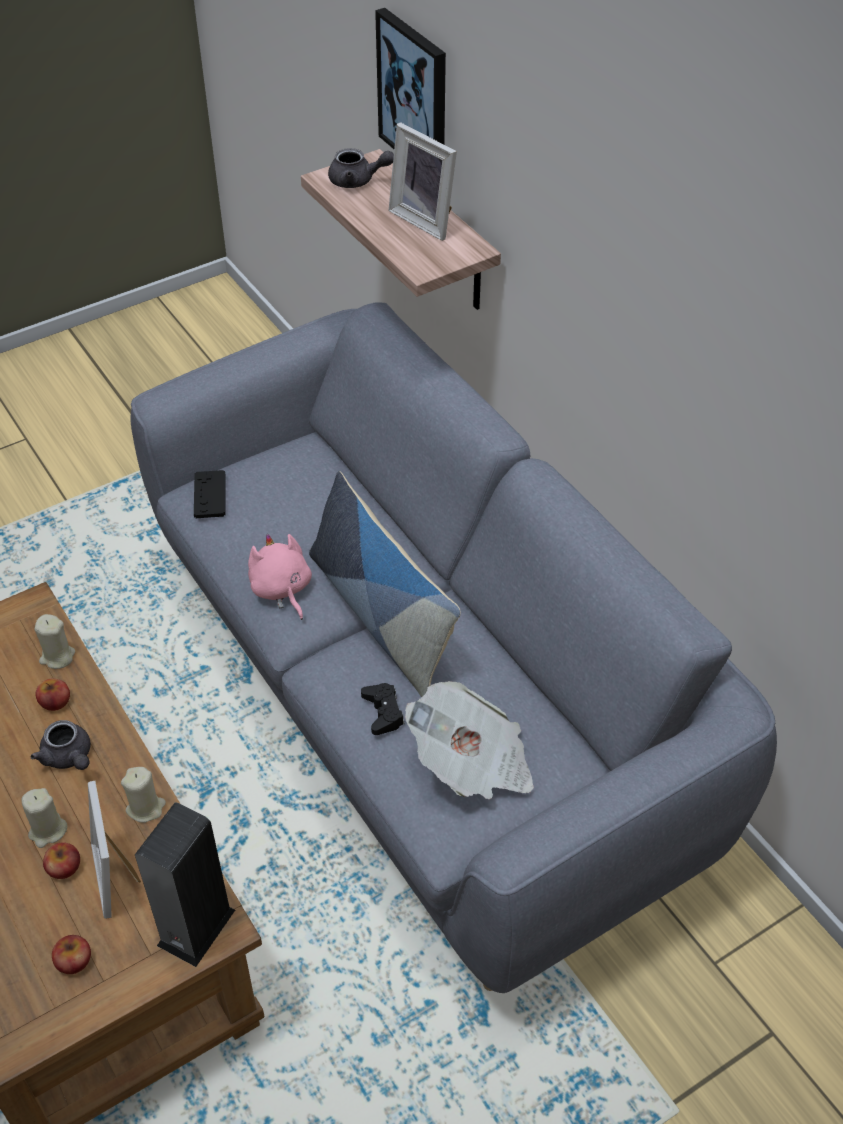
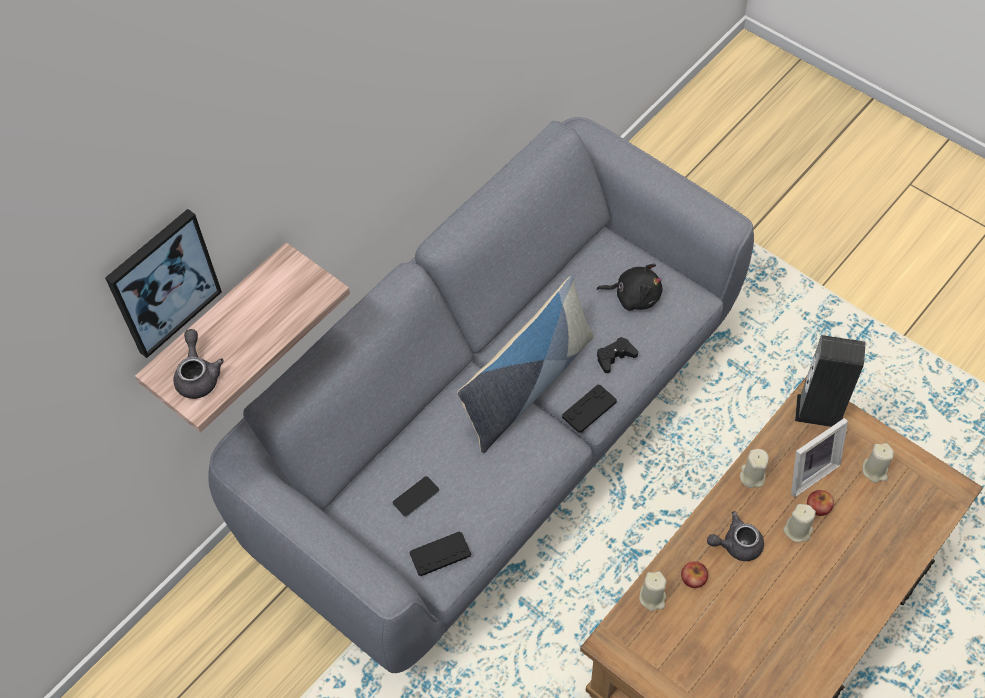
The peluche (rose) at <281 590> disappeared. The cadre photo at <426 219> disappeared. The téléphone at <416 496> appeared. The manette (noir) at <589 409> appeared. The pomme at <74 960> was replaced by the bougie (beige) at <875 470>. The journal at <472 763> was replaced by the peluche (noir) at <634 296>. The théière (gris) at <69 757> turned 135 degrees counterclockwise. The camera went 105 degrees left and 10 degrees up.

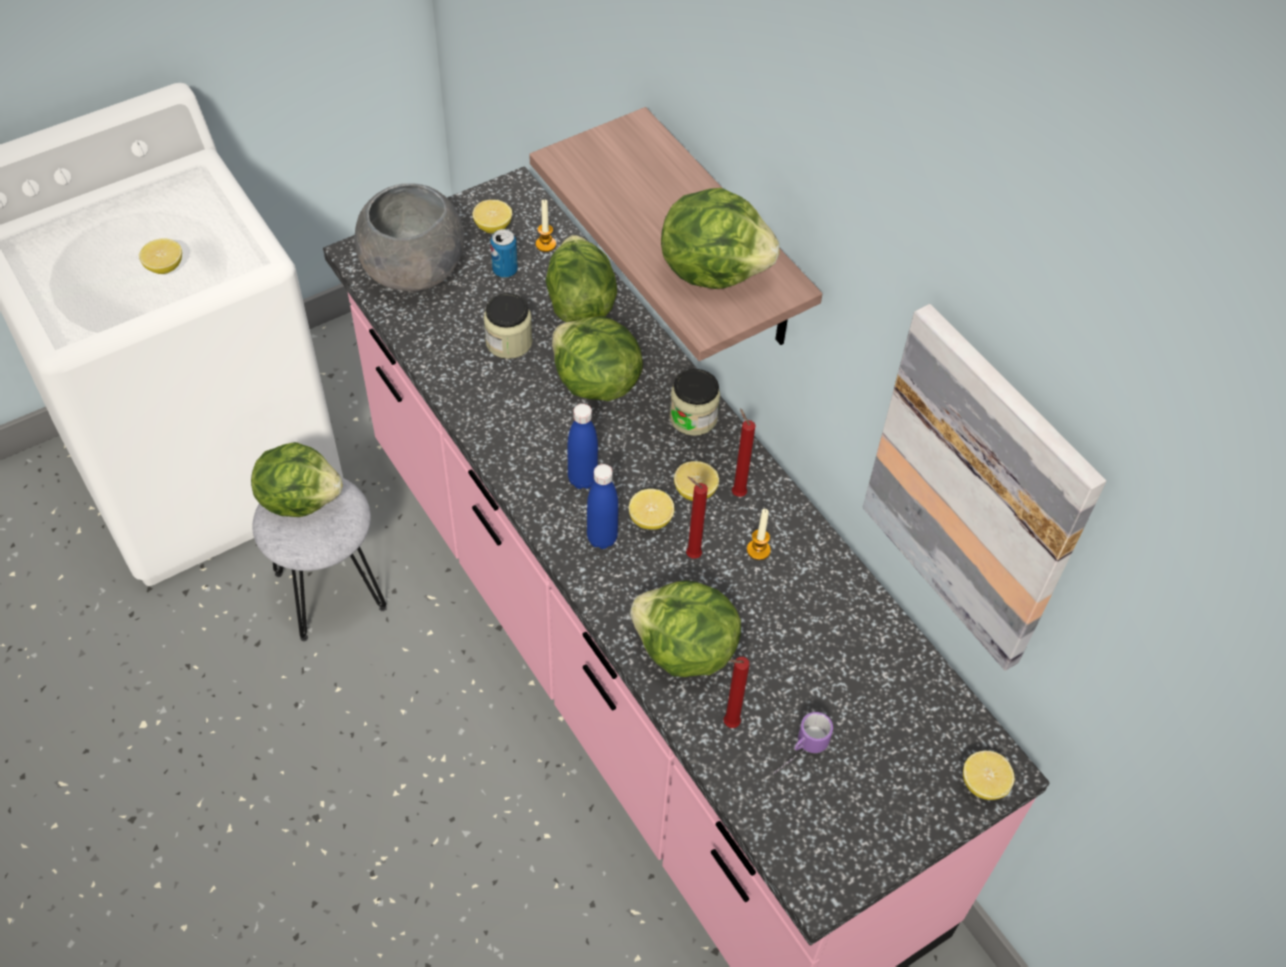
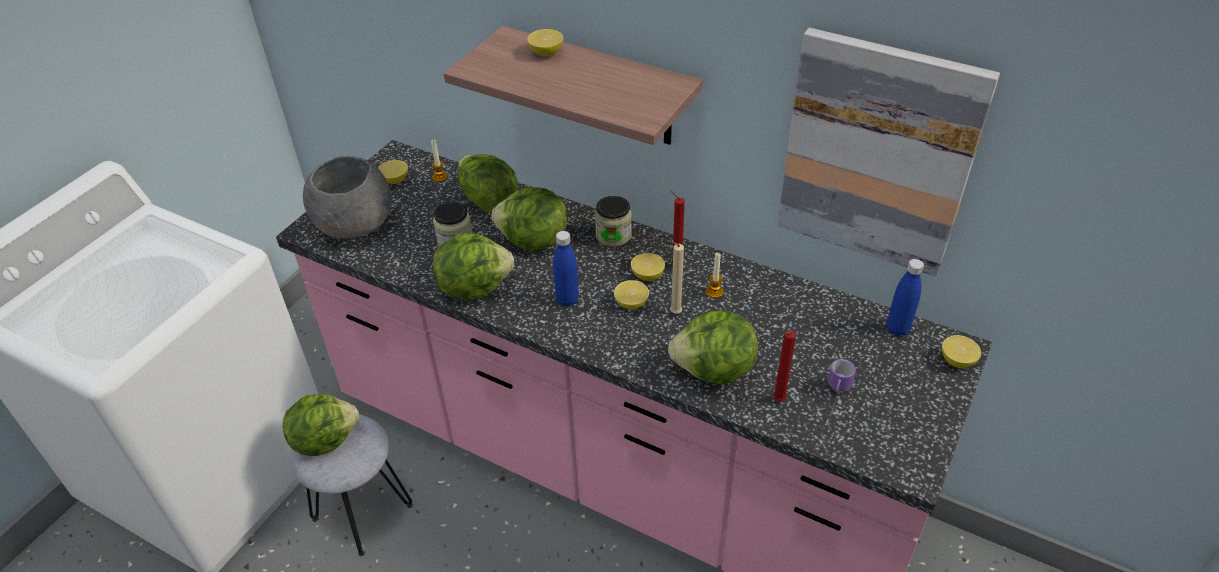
The boîte métallique at <505 270> disappeared. The citron moved from <165 267> to <546 53>. The bouteille (bleu) moved from <602 538> to <897 329>. The laitue moved from <713 269> to <474 287>. The bougie (rouge) at <691 554> became the bougie (beige) at <673 313>. The camera went 25 degrees left and 10 degrees down.

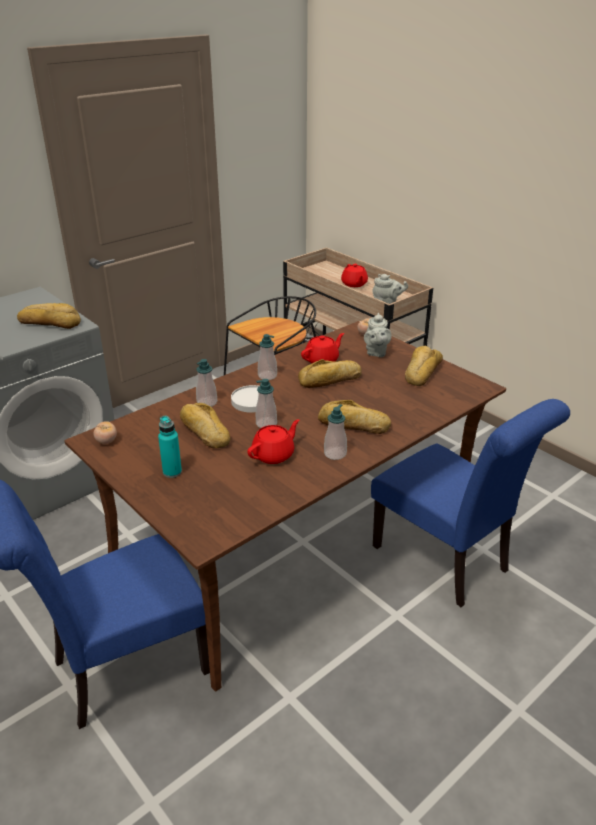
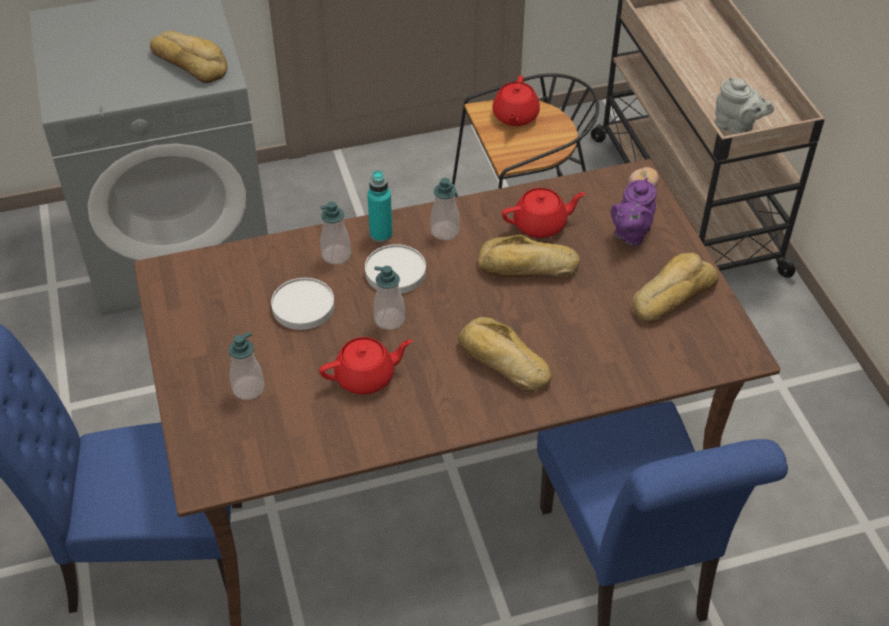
The tomate at <106 441> disappeared. The bouteille (turquoise) moved from <172 472> to <381 234>. The distributeur de savon moved from <335 454> to <248 388>. The théière (rouge) moved from <354 284> to <515 116>. The pain at <204 431> was replaced by the assiette (blanc) at <303 306>. The théière (gris) at <376 352> became the théière (violet) at <630 234>. The camera went 25 degrees right and 15 degrees up.

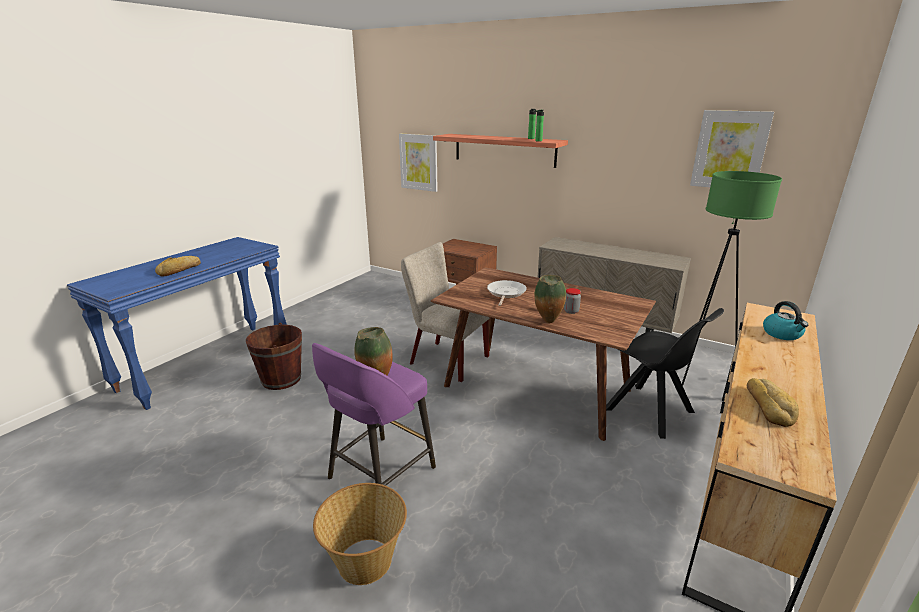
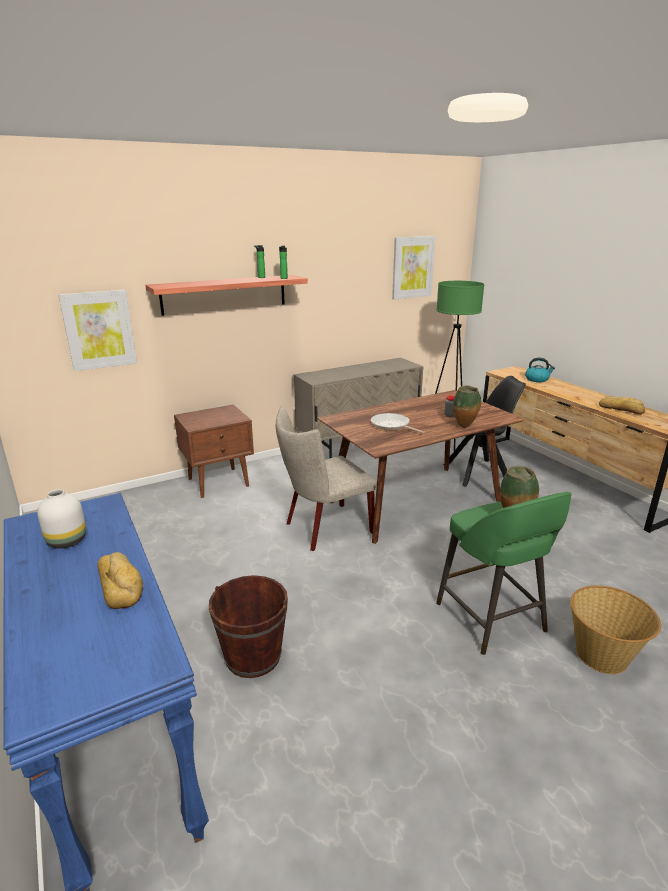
The vase (blanc) at <67 541> appeared. The tabouret (violet) at <379 474> became the tabouret (vert) at <492 619>. The camera went 60 degrees left and 0 degrees up.

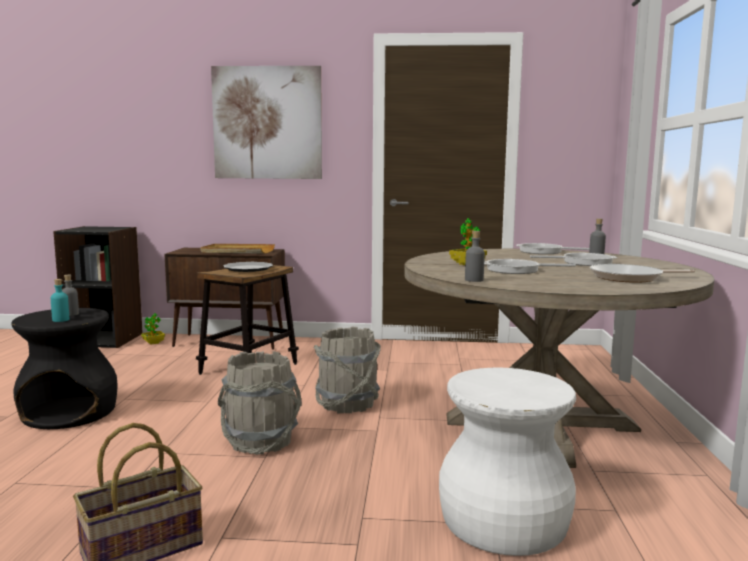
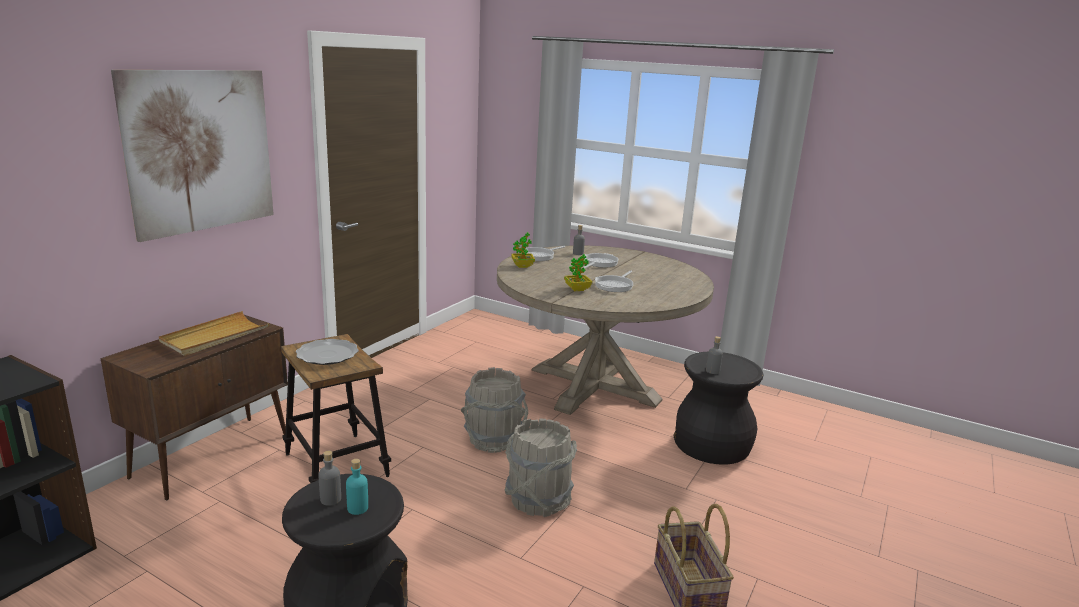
The poêle at <630 278> disappeared. The plante en pot moved from <153 343> to <522 266>. The bouteille (gris) moved from <474 280> to <712 371>. The tabouret (blanc) at <503 522> became the tabouret (noir) at <712 445>. The camera went 65 degrees left and 10 degrees up.

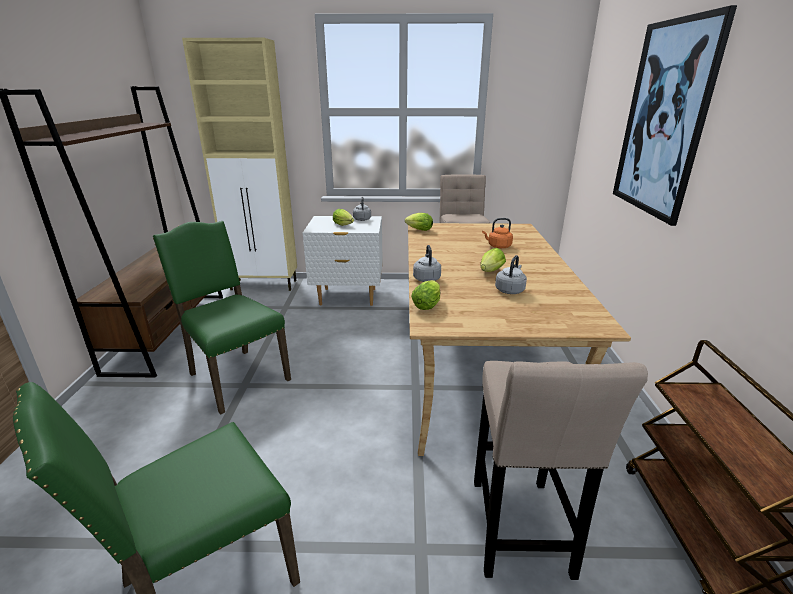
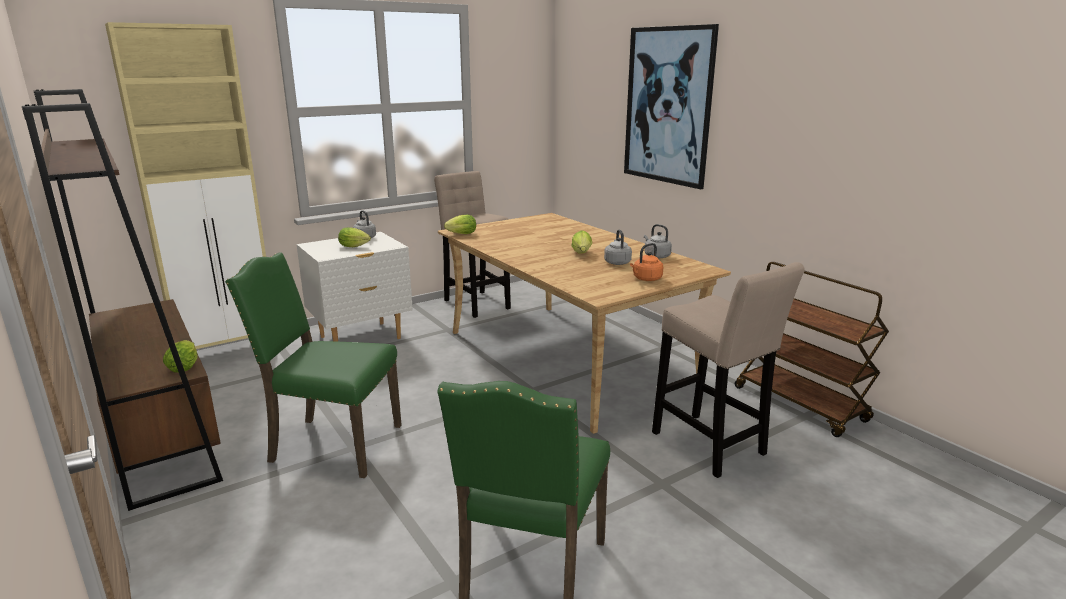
The laitue moved from <428 304> to <185 366>. The bouilloire (gris) moved from <426 278> to <656 256>. The bouilloire (orange) moved from <498 246> to <646 279>. The camera went 35 degrees left and 5 degrees down.

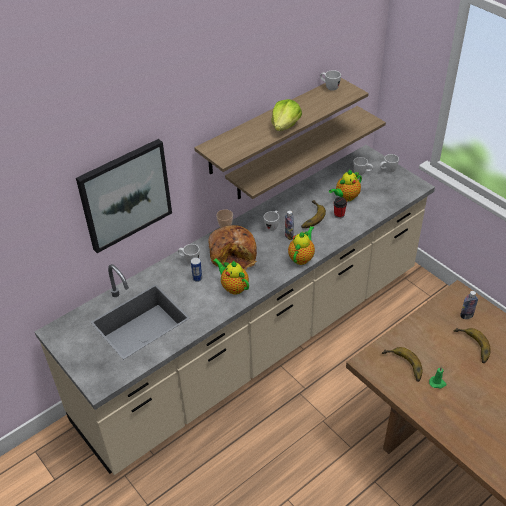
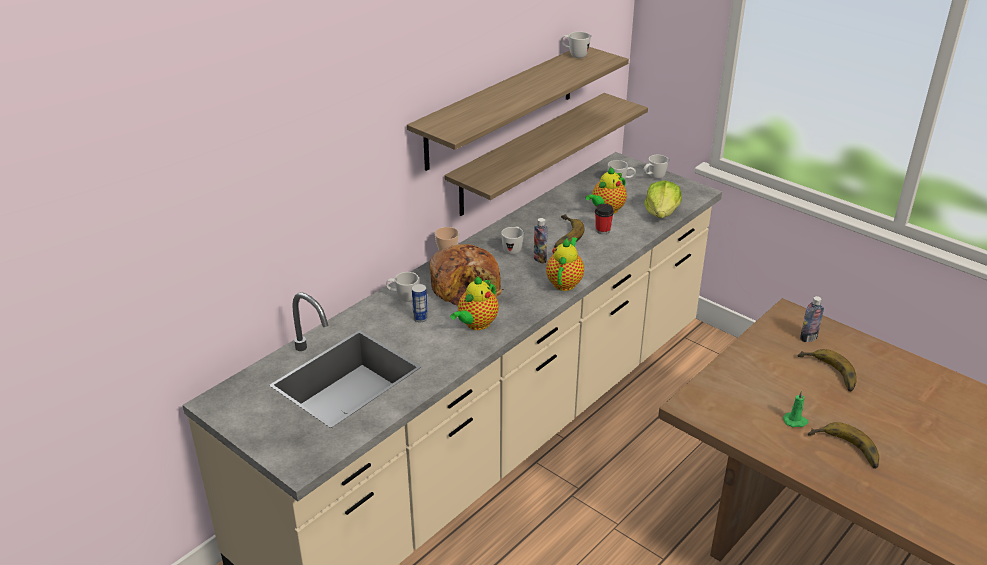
The tableau at <125 195> disappeared. The laitue moved from <285 126> to <661 213>. The banane moved from <402 367> to <844 451>. The théière at <233 287> turned 90 degrees counterclockwise. The camera went 10 degrees left and 10 degrees down.

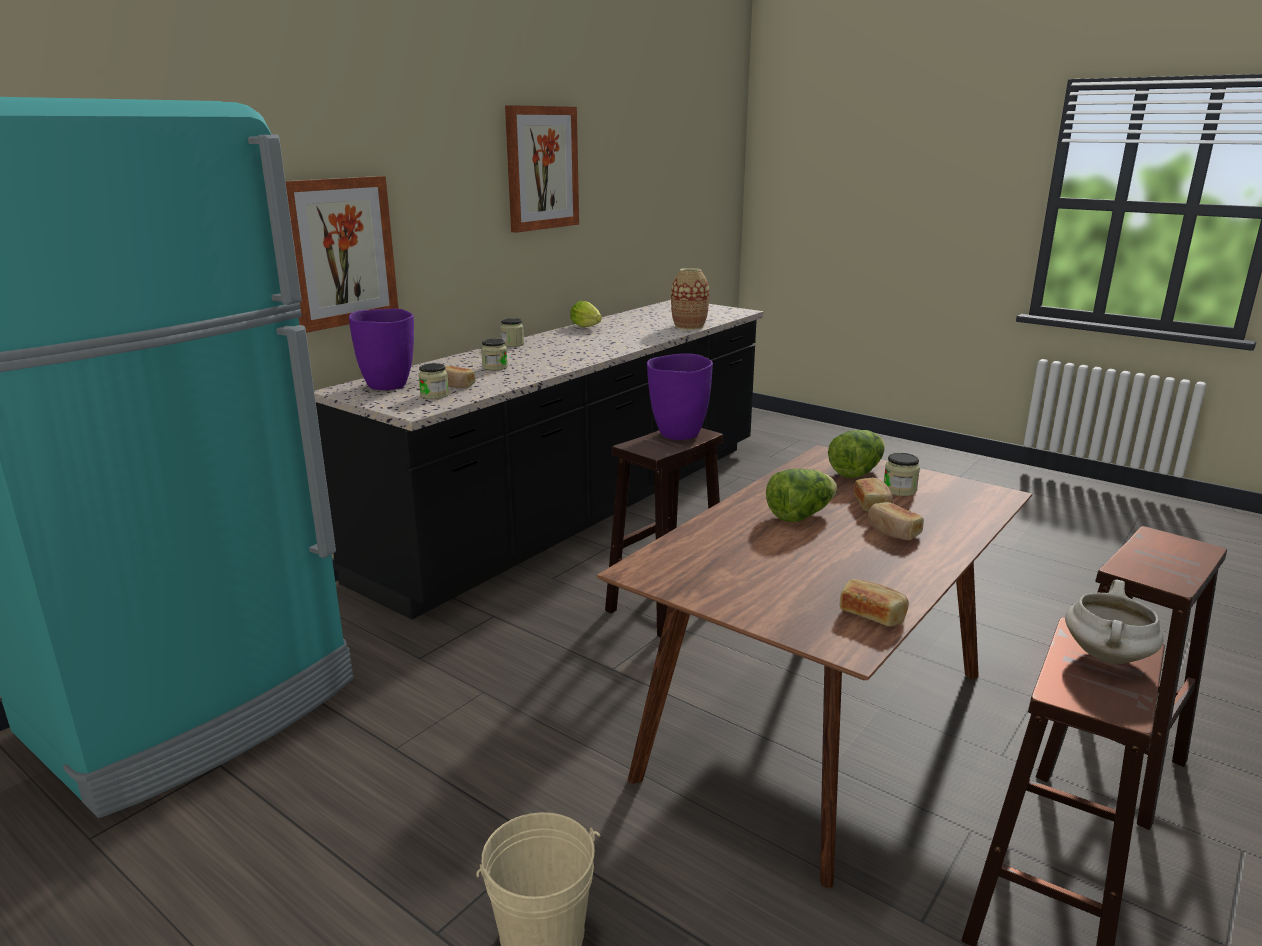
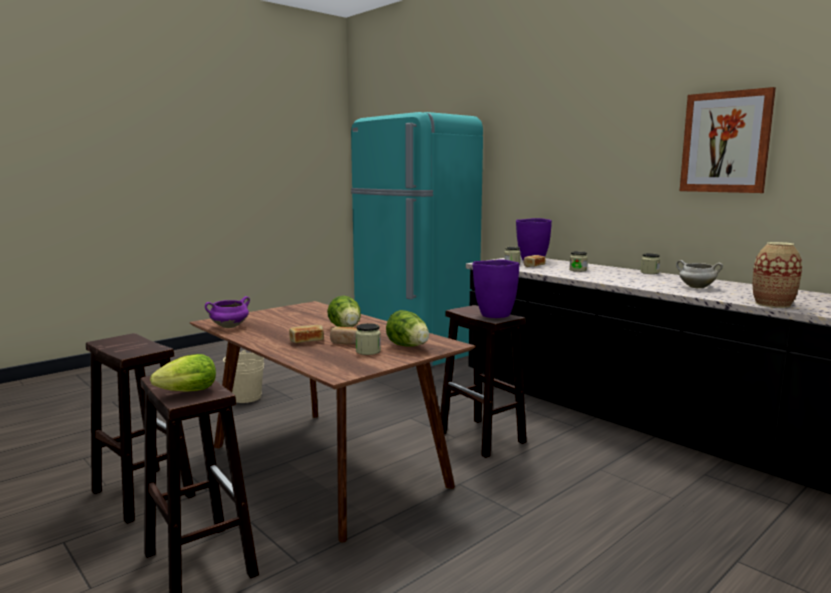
The tableau at <340 252> disappeared. The laitue moved from <587 327> to <184 392>. The marmite (blanc) moved from <1108 657> to <696 287>. The pain at <872 614> was replaced by the marmite (violet) at <229 327>. The camera went 100 degrees right and 10 degrees down.

